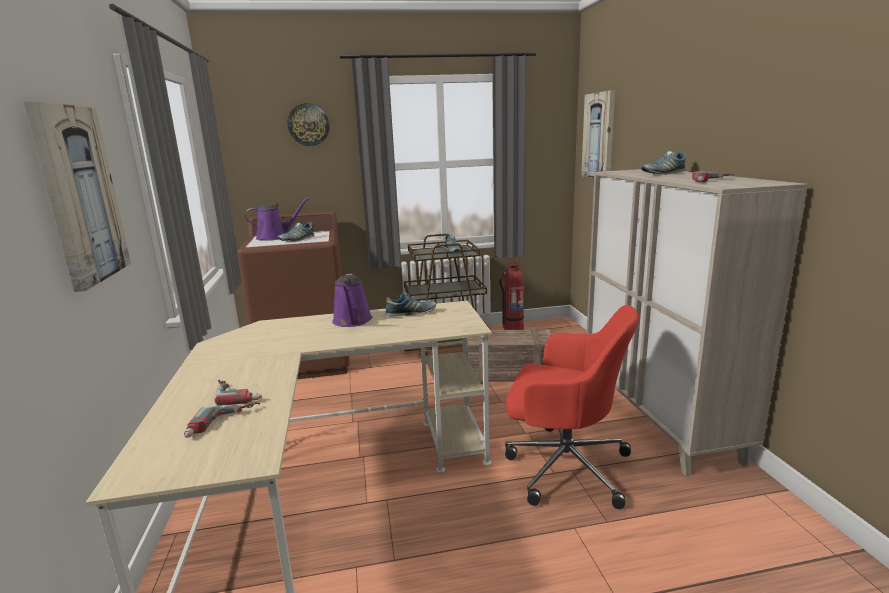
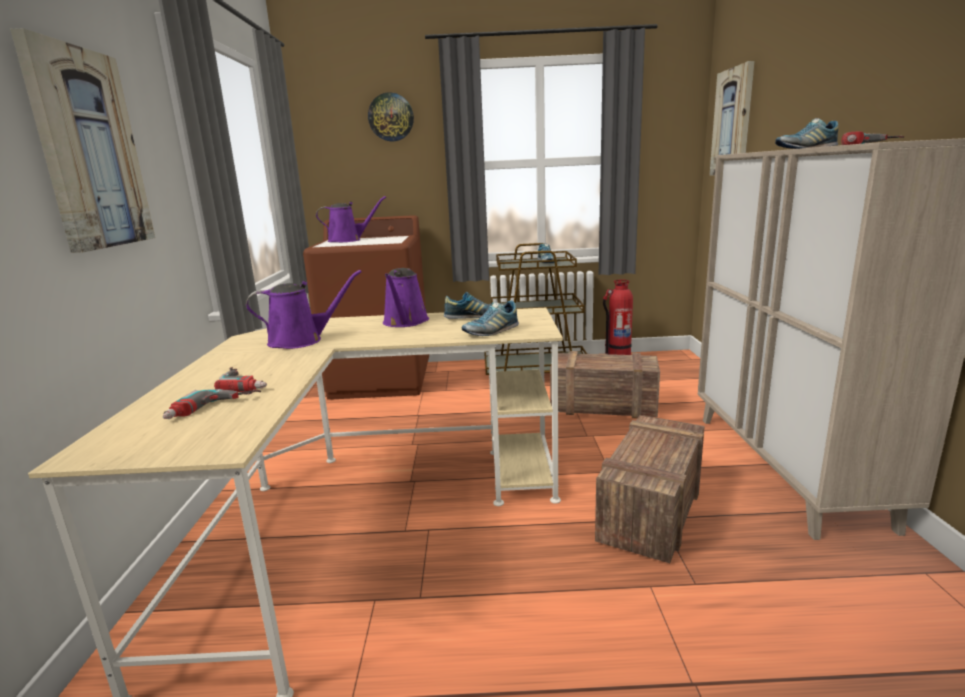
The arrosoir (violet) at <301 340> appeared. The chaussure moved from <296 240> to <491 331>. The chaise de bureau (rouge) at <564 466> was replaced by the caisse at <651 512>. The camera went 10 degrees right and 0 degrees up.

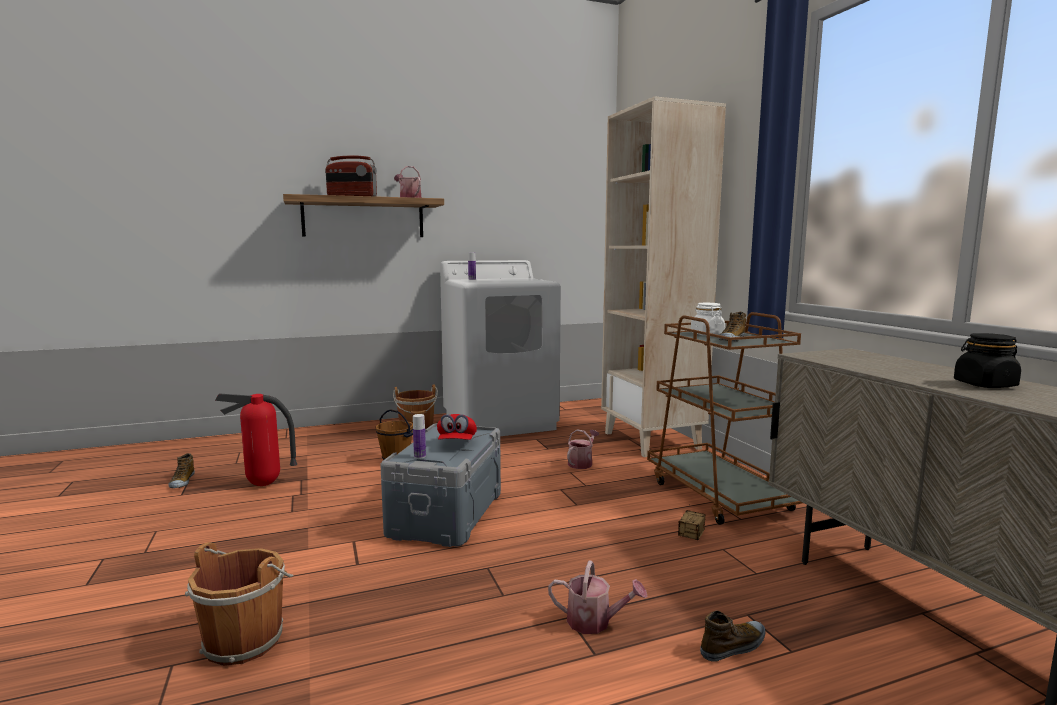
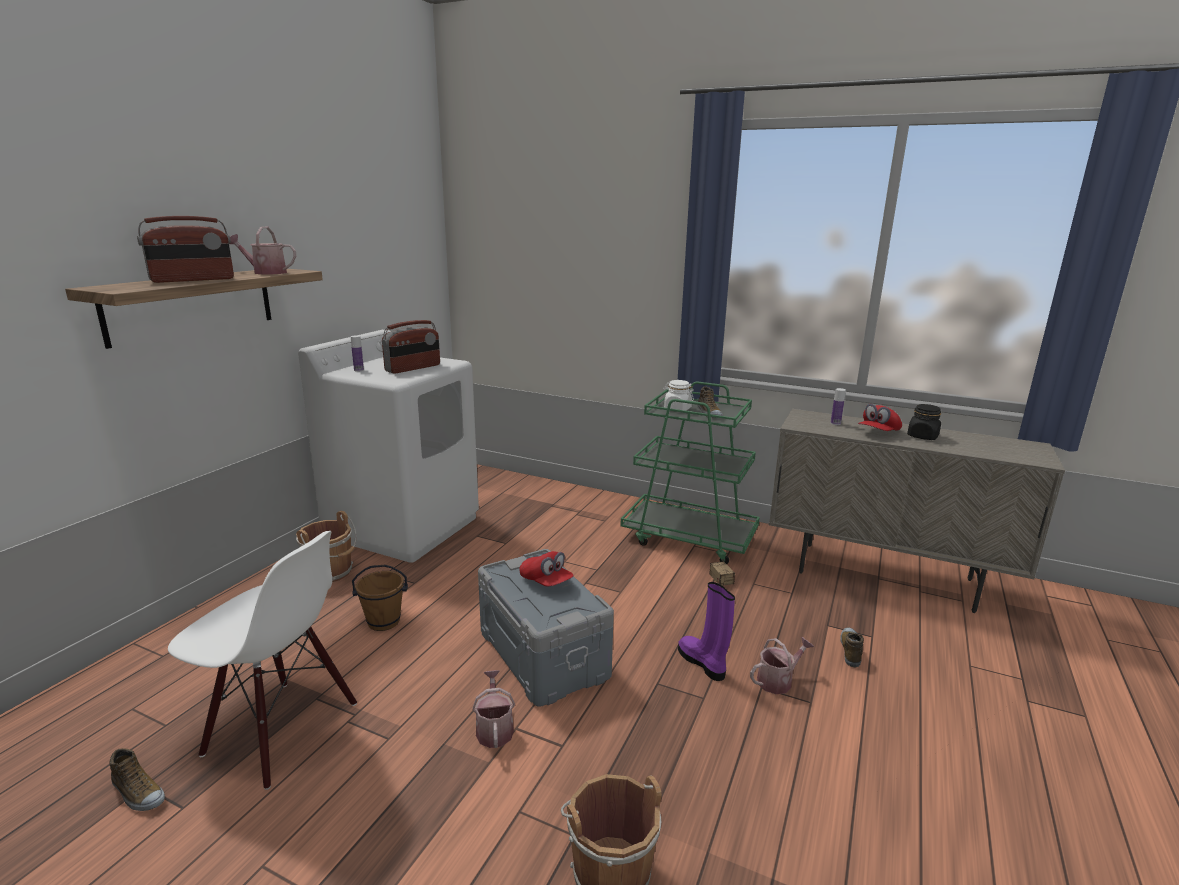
The bibliothèque (beige) at <652 441> disappeared. The radio at <413 368> appeared. The botte (violet) at <703 663> appeared. The casquette (rouge) at <878 433> appeared. The bouteille moved from <419 456> to <835 423>. The arrosoir moved from <582 463> to <494 728>. The extincteur at <263 485> was replaced by the chaise (blanc) at <280 730>. The chariot (marron) at <719 495> became the chariot (vert) at <689 538>. The camera went 45 degrees left and 10 degrees up.

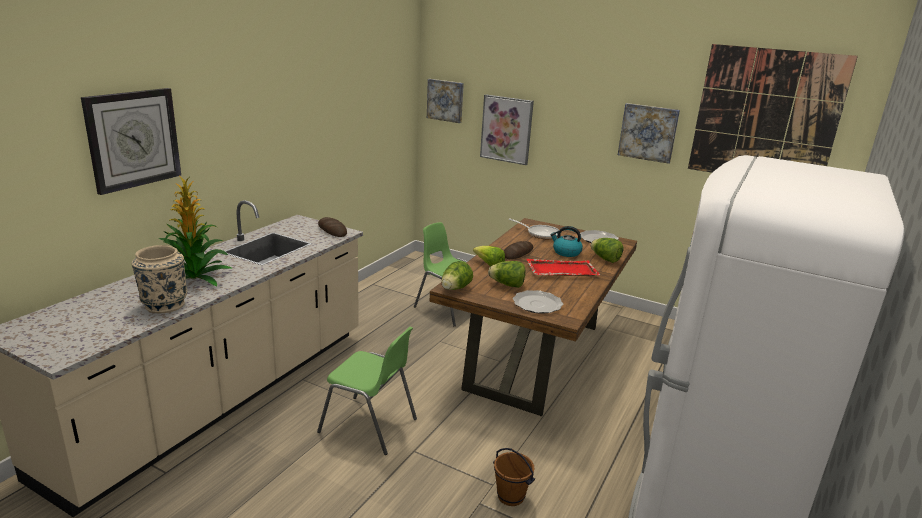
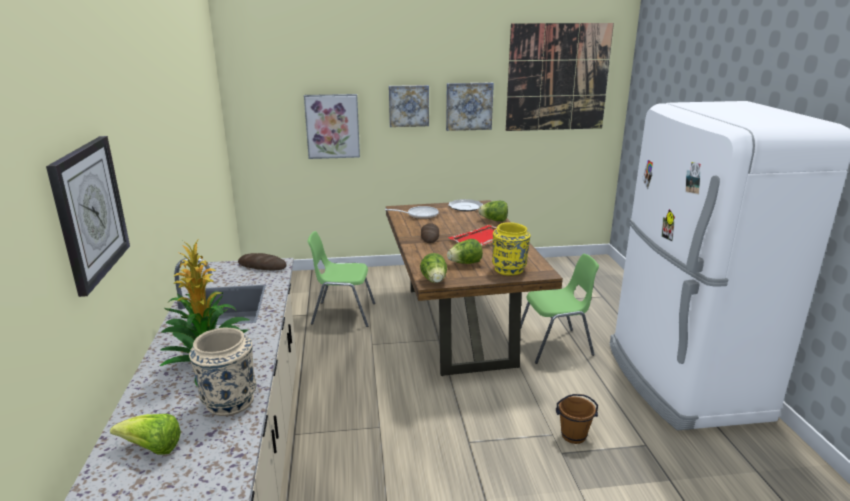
The bouilloire at <566 252> disappeared. The chaise (vert) moved from <369 426> to <555 345>. The tableau moved from <445 100> to <408 105>. The laitue moved from <489 265> to <152 448>. The assiette at <537 304> was replaced by the vase (jaune) at <509 270>. The camera went 35 degrees left and 0 degrees up.

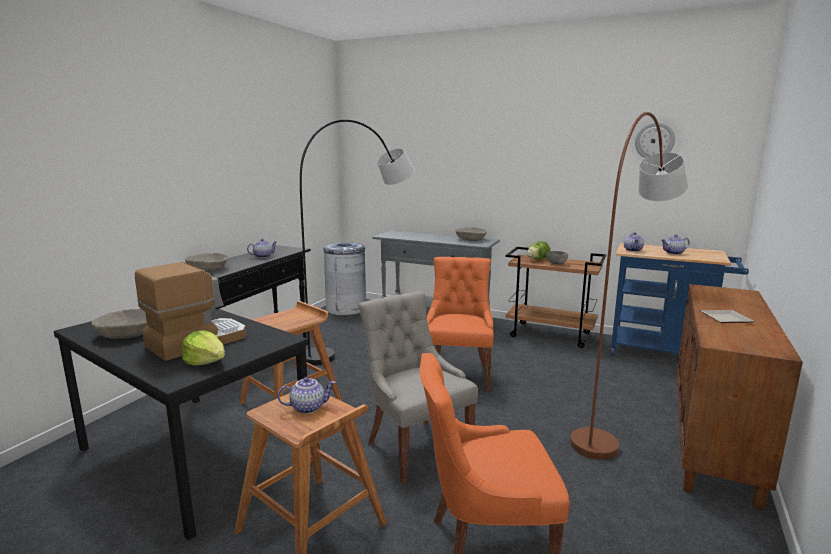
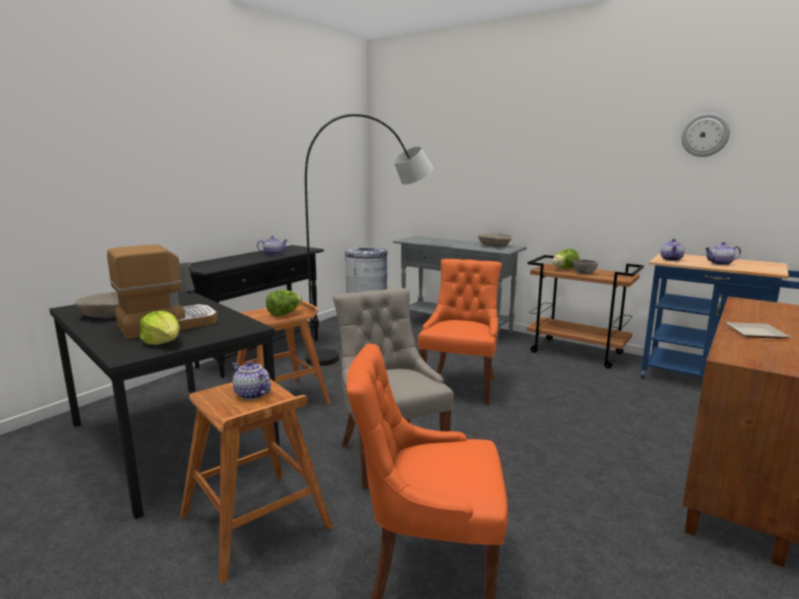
The bol (beige) at <207 269> disappeared. The lampadaire (marron) at <619 410> disappeared. The laitue at <284 314> appeared. The théière at <308 407> turned 135 degrees counterclockwise. The camera went 10 degrees right and 0 degrees up.

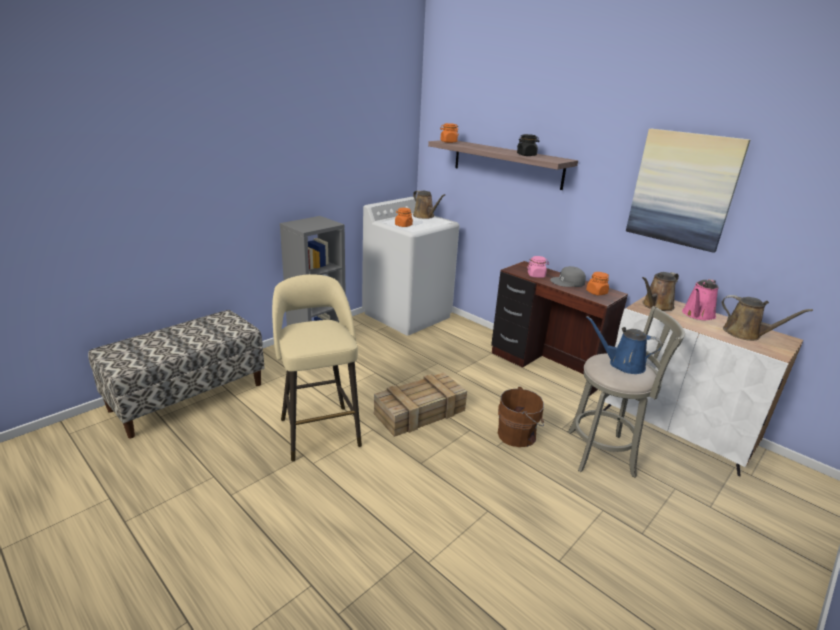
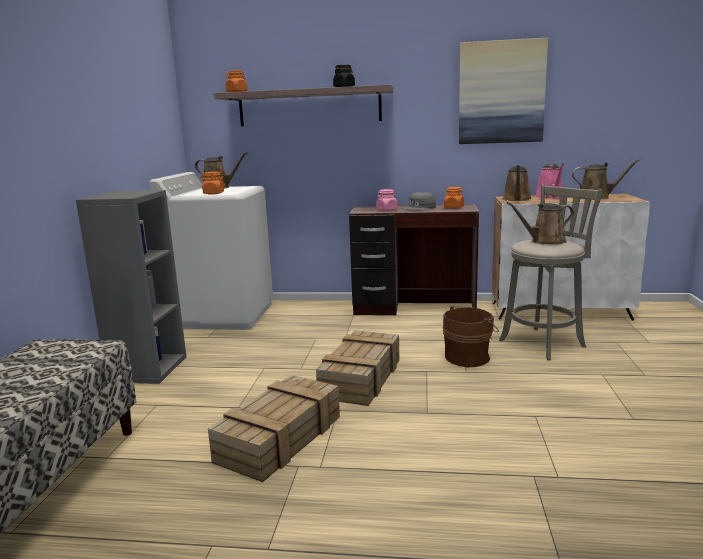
The tabouret (beige) at <319 430> was replaced by the caisse at <280 437>. The arrosoir (bleu) at <623 364> became the arrosoir (marron) at <545 241>. The camera went 35 degrees left and 10 degrees down.

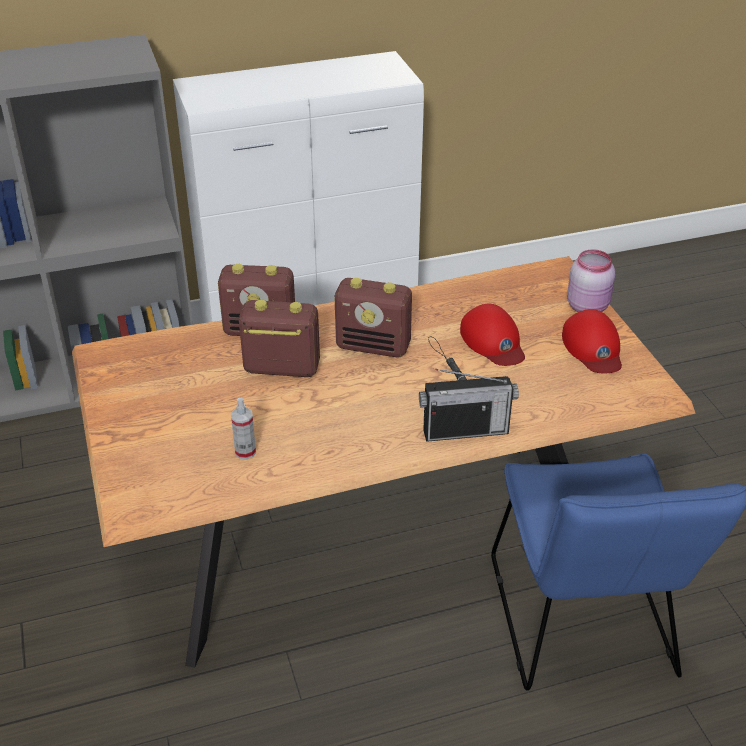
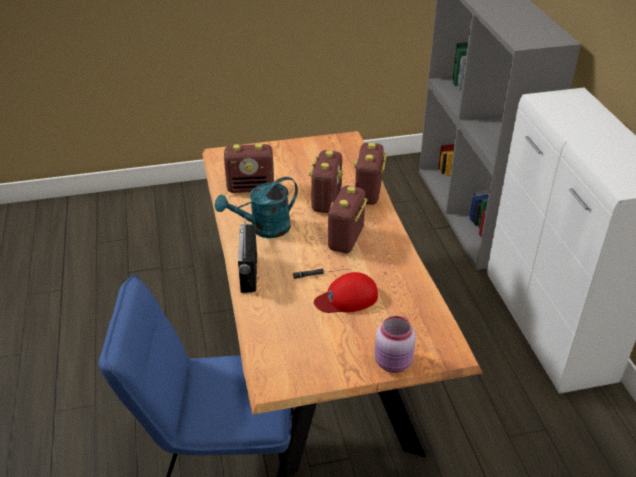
The casquette (rouge) at <593 348> disappeared. The arrosoir (turquoise) at <263 229> appeared. The vaporisateur at <245 452> was replaced by the radio at <251 188>. The camera went 95 degrees right and 0 degrees up.

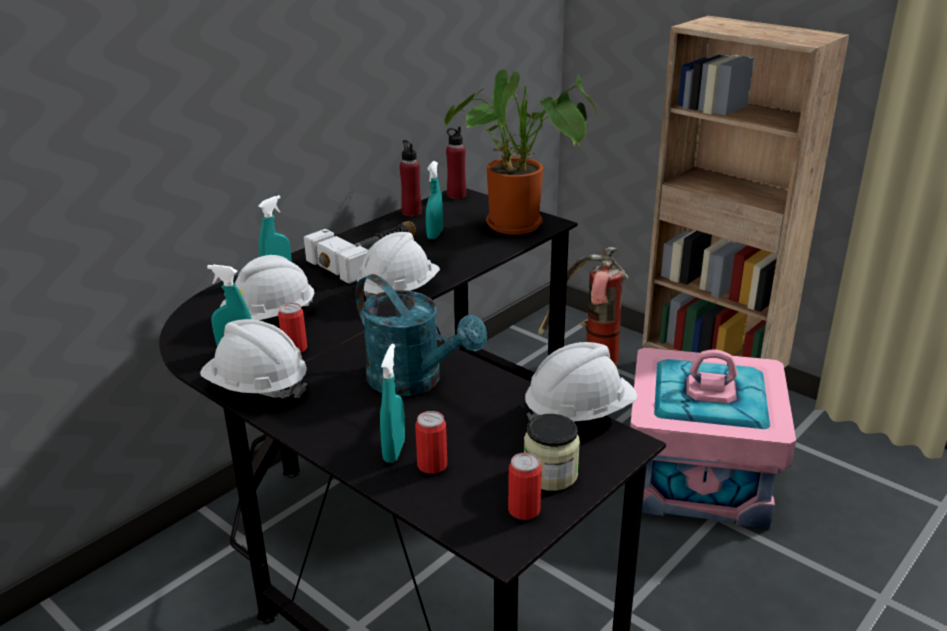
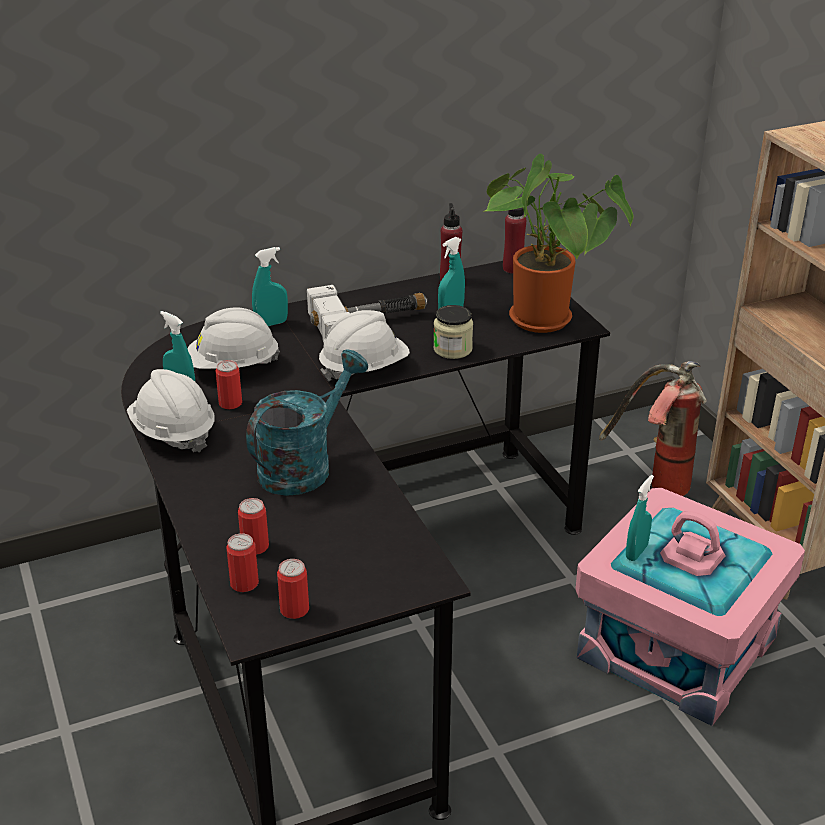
The casque de chantier (blanc) at <579 413> disappeared. The boîte métallique at <244 583> appeared. The vaporisateur (turquoise) moved from <394 451> to <636 552>. The bocal moved from <550 474> to <452 349>. The arrosoir (turquoise) at <415 382> turned 120 degrees counterclockwise. The camera went 25 degrees right and 5 degrees up.

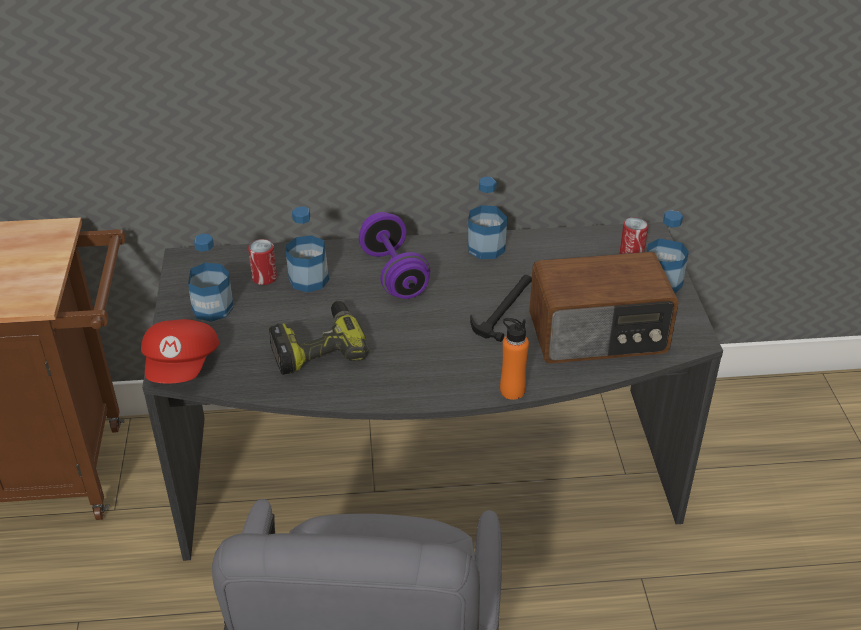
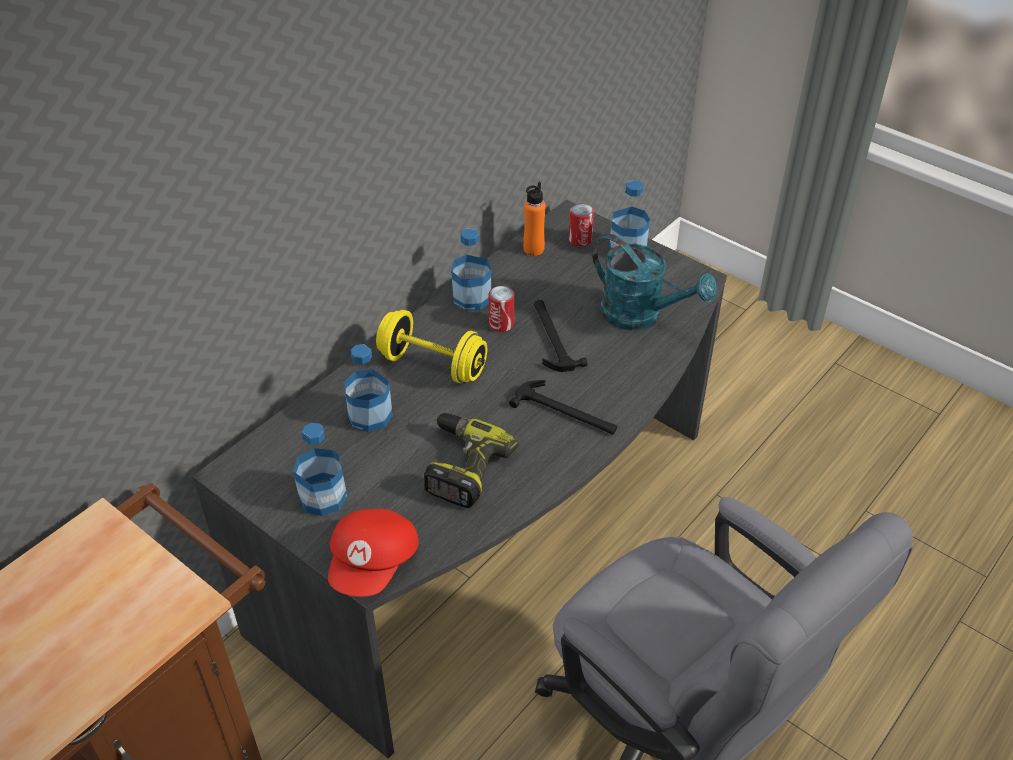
The marteau at <566 412> appeared. The boîte métallique moved from <264 278> to <501 324>. The bouteille (orange) moved from <512 391> to <533 249>. The radio at <599 335> was replaced by the arrosoir (turquoise) at <641 316>. The haltère (violet) at <394 274> became the haltère (jaune) at <432 365>. The casquette (rouge) at <183 366> turned 60 degrees clockwise. The camera went 45 degrees left and 5 degrees up.

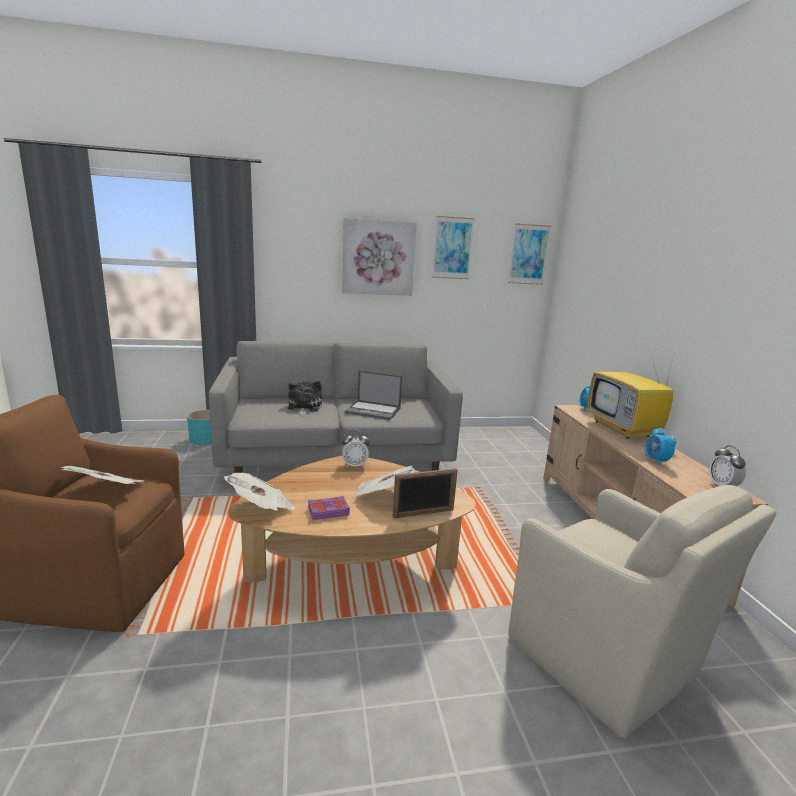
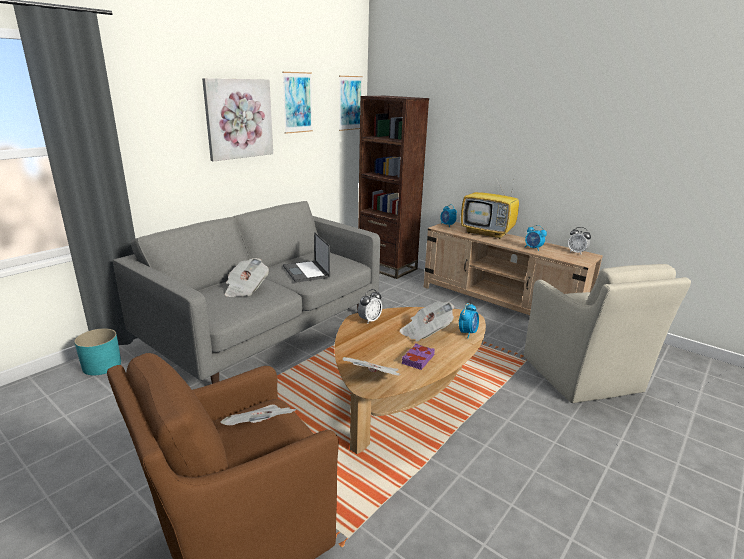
The bibliothèque (marron) at <387 267> appeared. The peluche at <303 407> was replaced by the journal at <246 289>. The cadre photo at <423 513> was replaced by the réveil at <467 333>. The ordinateur portable at <374 410> turned 90 degrees clockwise. The fauteuil (beige) at <605 660> turned 60 degrees clockwise. The camera went 40 degrees left and 5 degrees up.

